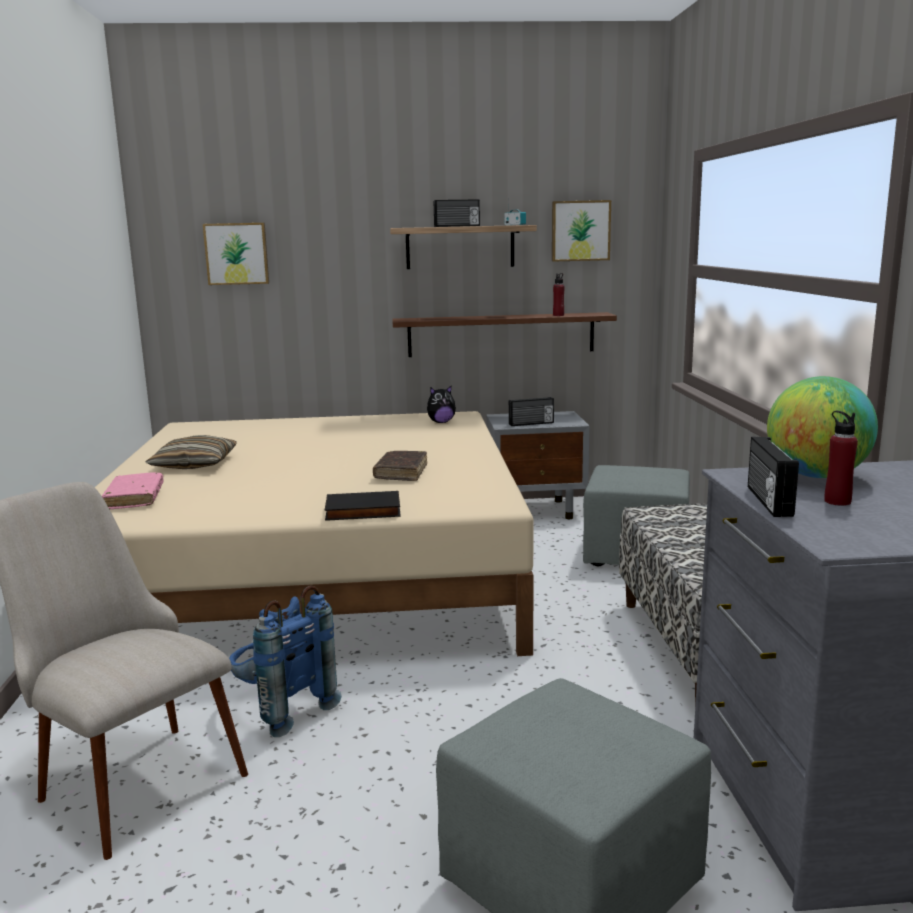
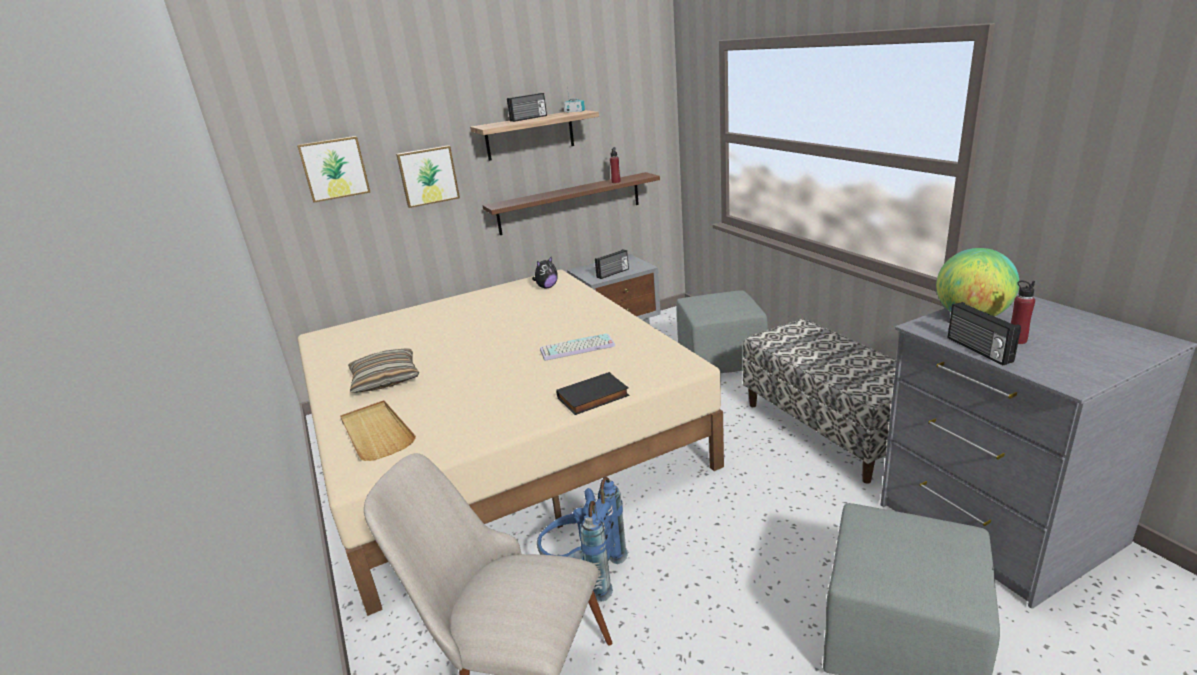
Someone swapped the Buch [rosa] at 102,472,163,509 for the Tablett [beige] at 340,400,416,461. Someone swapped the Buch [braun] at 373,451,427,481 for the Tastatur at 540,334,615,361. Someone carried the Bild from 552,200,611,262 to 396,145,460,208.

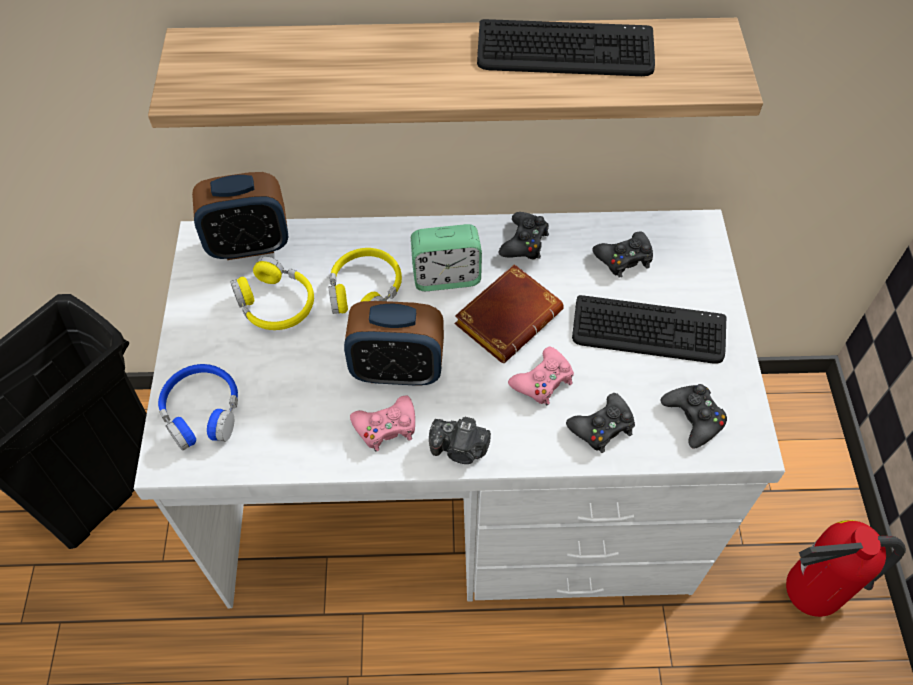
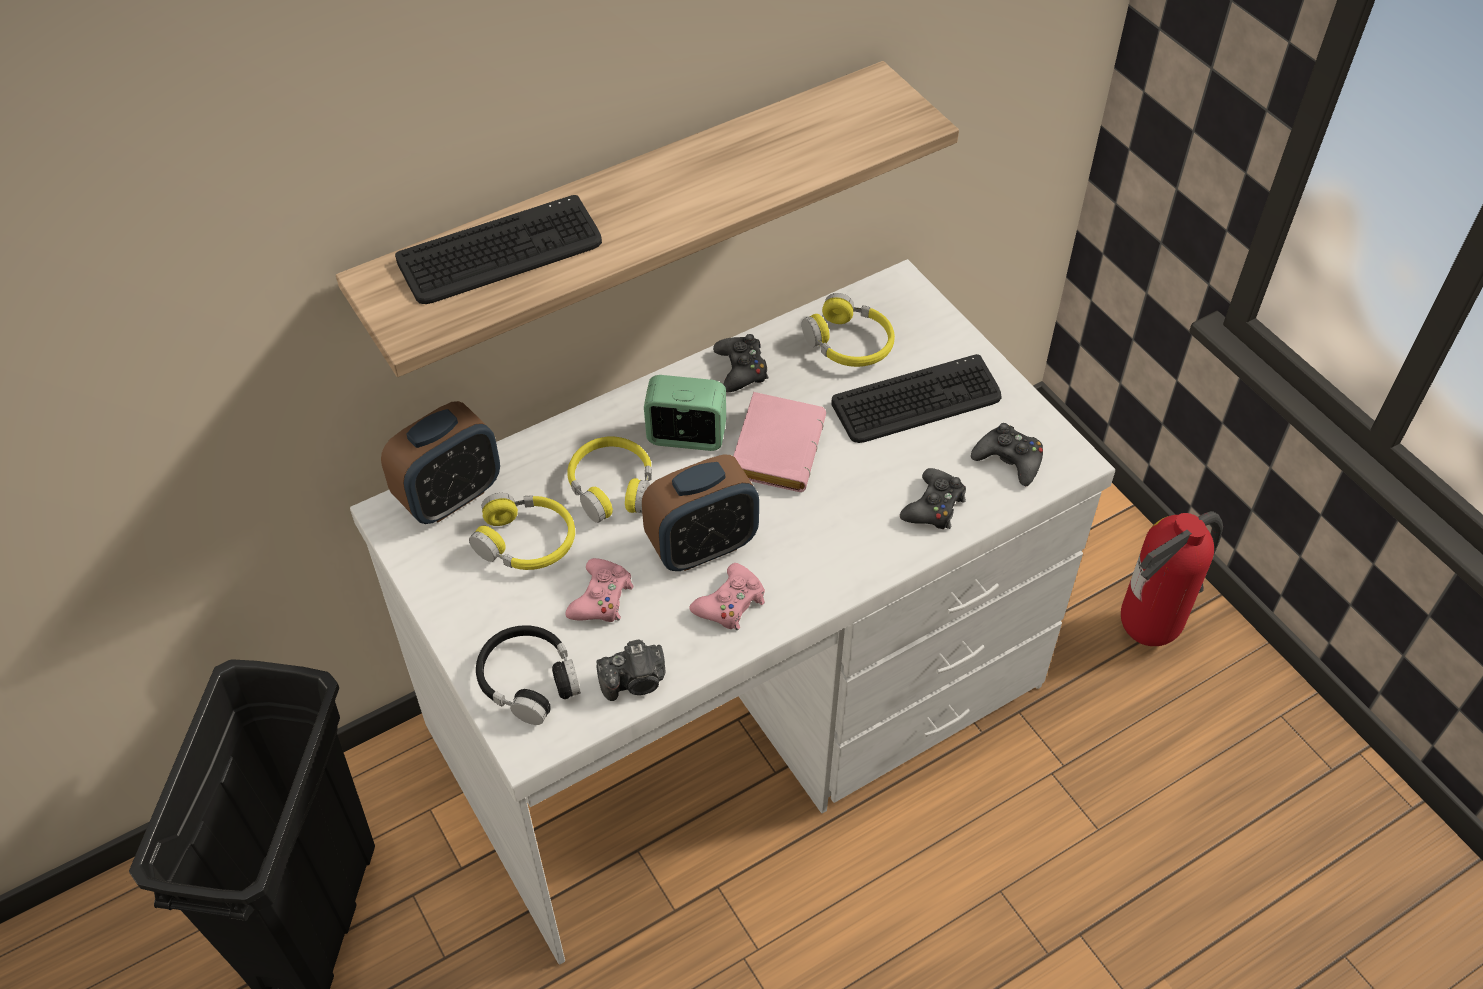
Someone repainted the Kopfhörer [blau] at 158,364,238,451, which became the Kopfhörer [schwarz] at 476,625,581,725. Someone rotated the Wecker at 411,224,482,291 by 135 degrees counterclockwise. Someone carried the Kamera from 429,417,491,464 to 596,639,665,701. Someone repainted the Buch [braun] at 454,264,564,363, which became the Buch [rosa] at 733,392,826,492. Someone carried the Tastatur from 477,19,655,76 to 395,195,602,304. Someone carried the Gamepad [rosa] from 508,347,574,405 to 565,558,633,622. Someone swapped the Gamepad [schwarz] at 592,231,653,278 for the Kopfhörer [gelb] at 802,293,895,367.

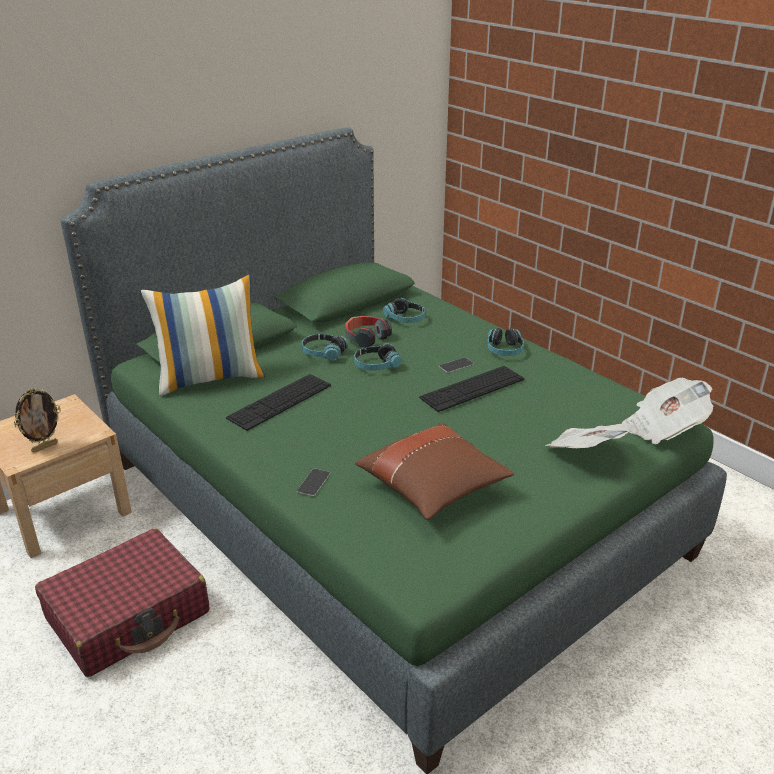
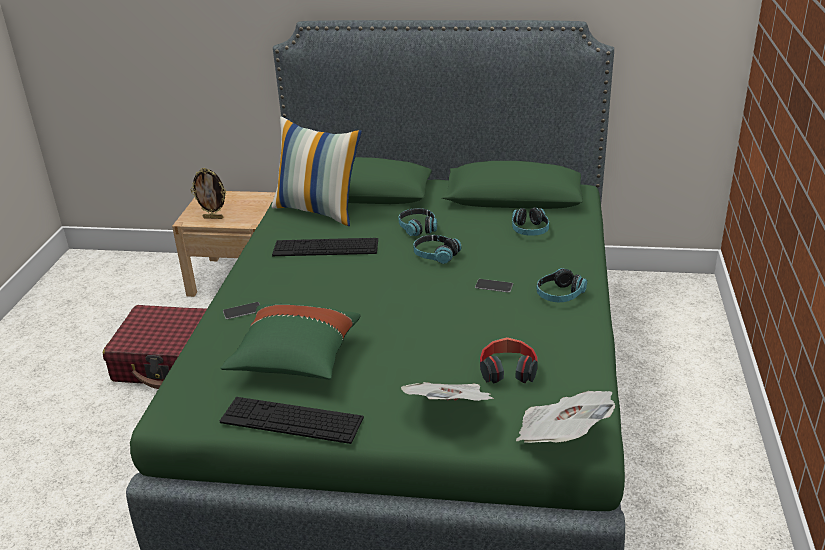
Someone carried the Kopfhörer from 345,316,392,348 to 480,337,538,384. Someone repainted the Kissen [braun] at 355,423,514,520, which became the Kissen [grün] at 221,304,360,380. Someone carried the Tastatur from 419,366,524,412 to 220,397,364,444.

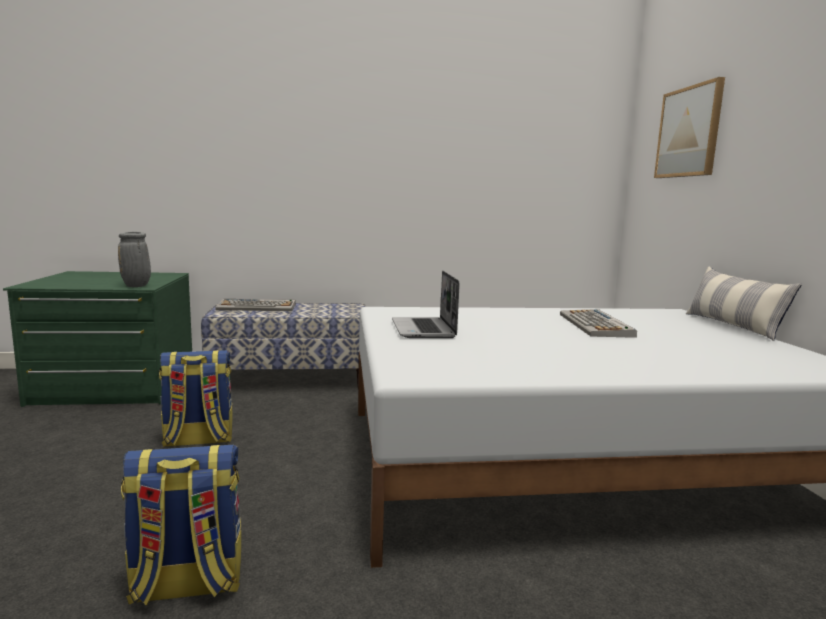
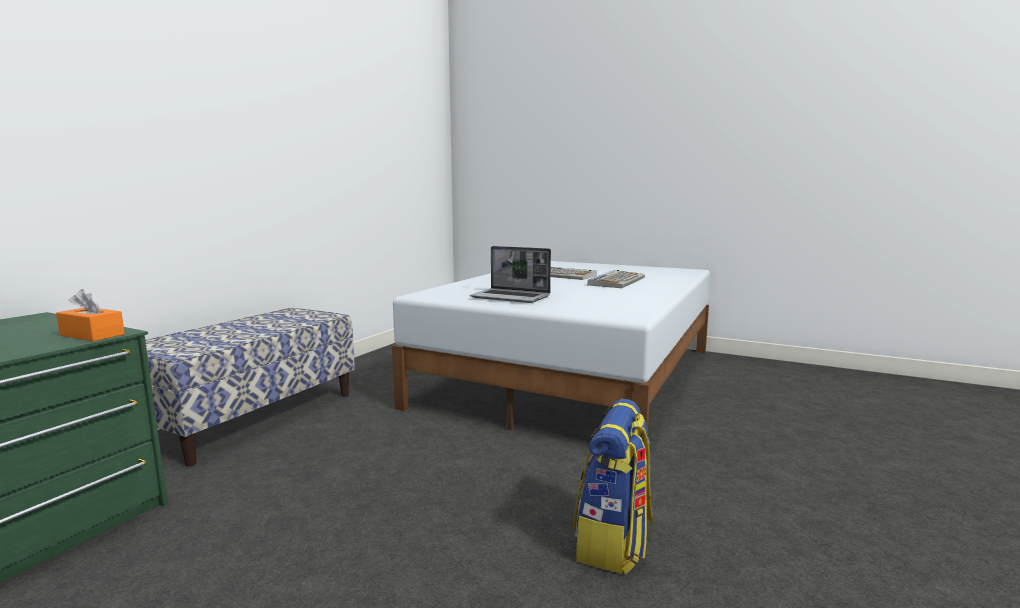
Someone swapped the Vase [grau] at 118,232,151,287 for the Taschentuchbox [orange] at 56,289,125,341. Someone took away the Rucksack at 159,350,232,447. Someone carried the Tastatur from 215,299,296,311 to 587,270,645,288. Someone took away the Bild at 654,77,725,178. Someone took away the Kissen at 686,267,802,341.

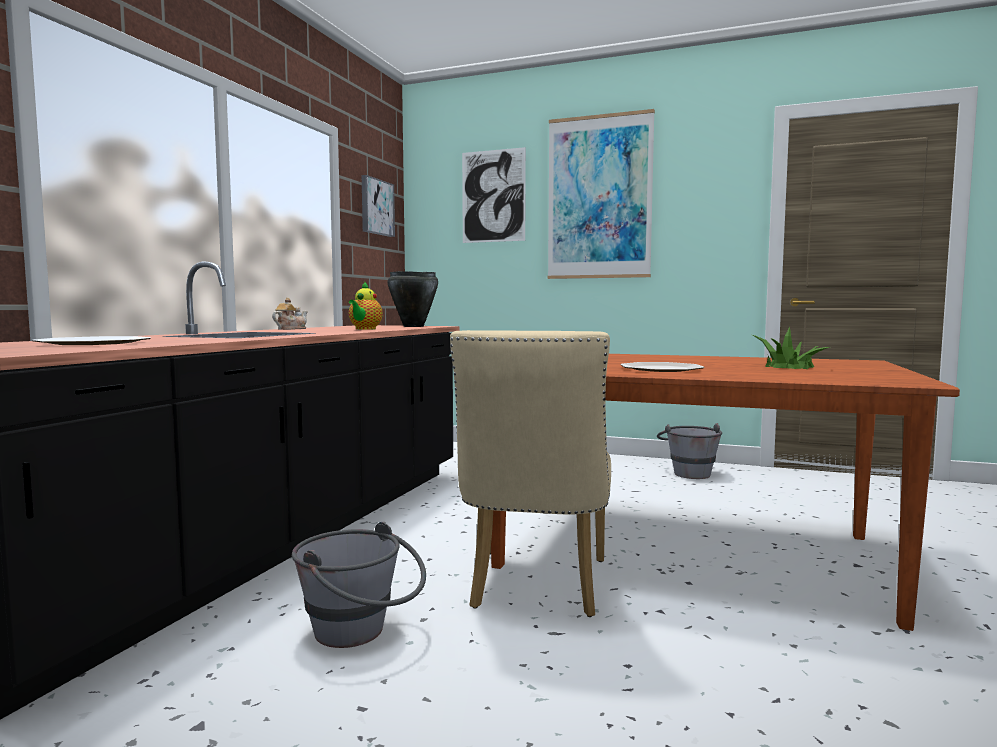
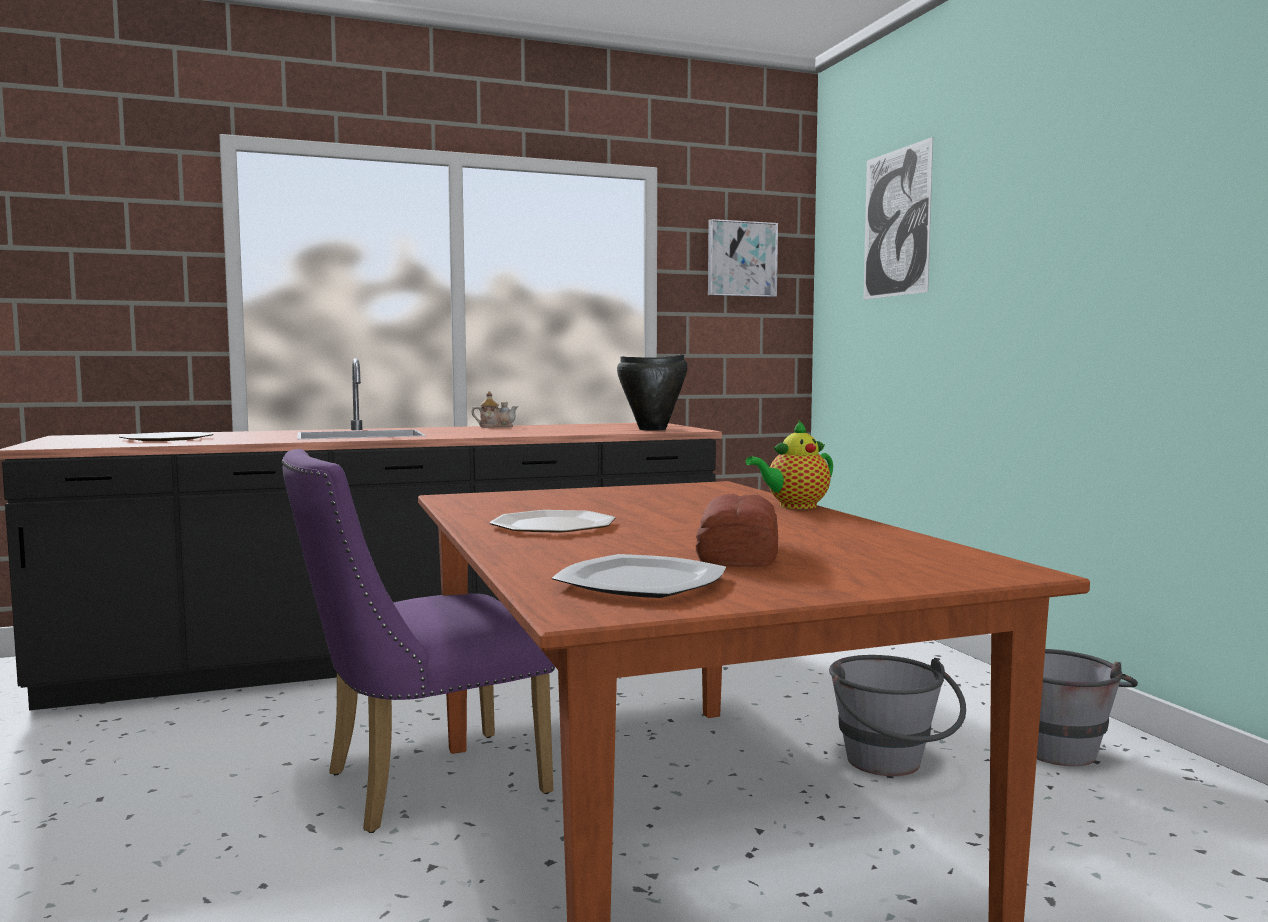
Someone carried the Eimer [grau] from 292,522,426,648 to 829,655,966,776. Someone carried the Teekanne from 349,281,383,330 to 745,420,833,509. Someone repainted the Stuhl [beige] at 450,330,611,617, which became the Stuhl [lila] at 282,449,555,833. Someone took away the Bild at 547,109,655,279. Someone swapped the Topfpflanze at 752,326,830,369 for the Brot at 696,494,778,567. Someone put down the Teller at 552,554,726,598.

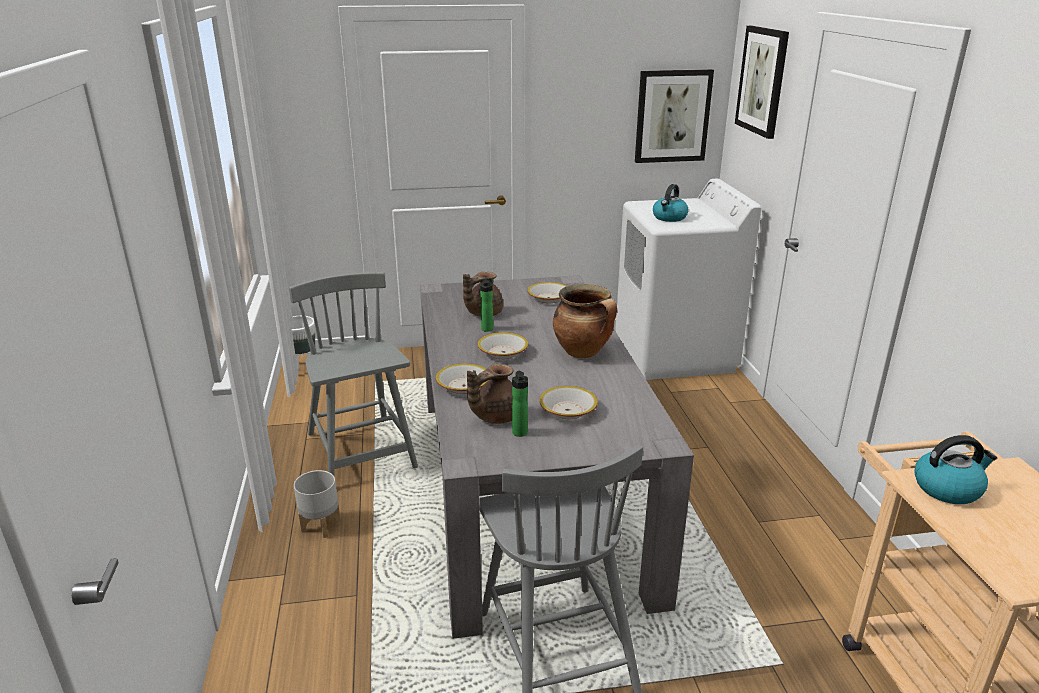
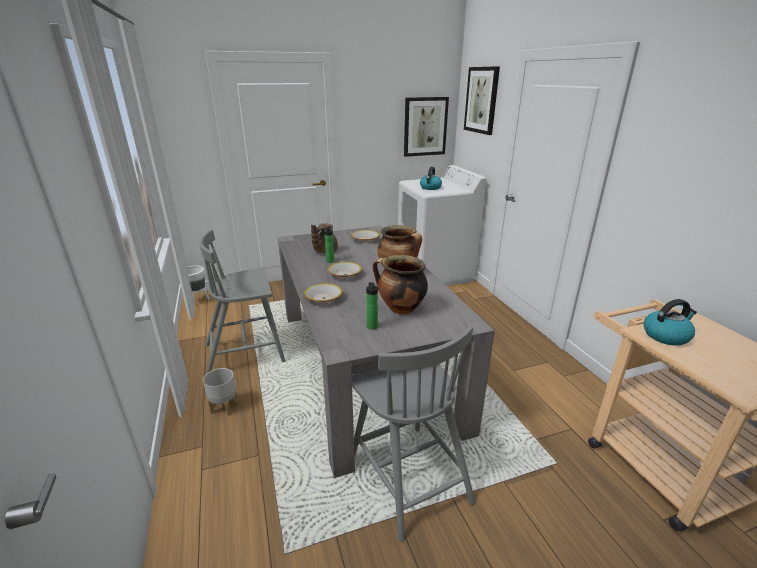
Someone rotated the Stuhl [grau] at 289,272,418,475 by 75 degrees counterclockwise. Someone took away the Teekanne [braun] at 467,364,513,424. Someone swapped the Schüssel at 539,386,598,419 for the Kochtopf at 373,255,428,314.

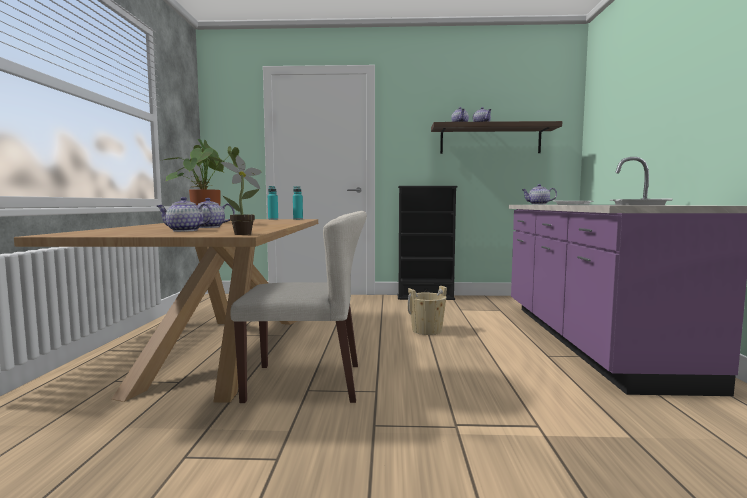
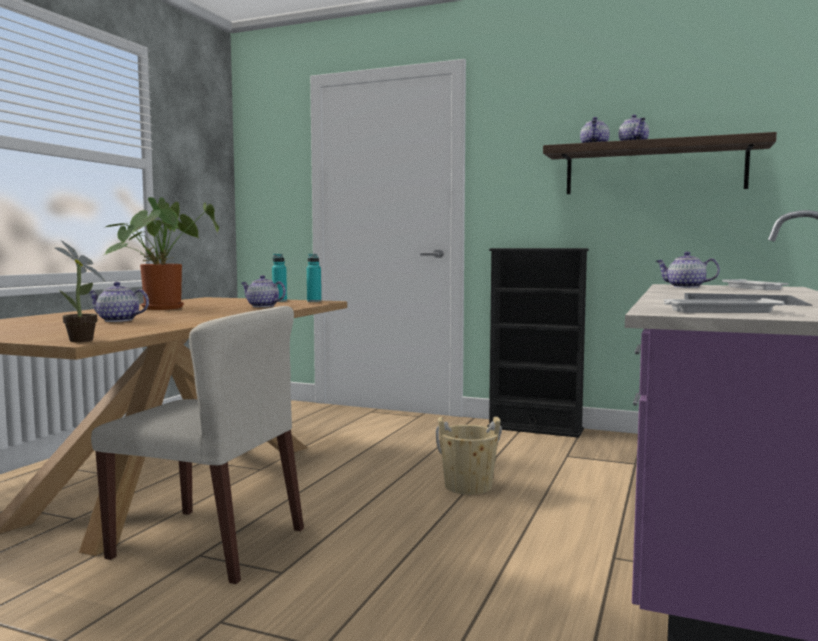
Someone carried the Teekanne from 157,197,213,232 to 241,275,286,307.

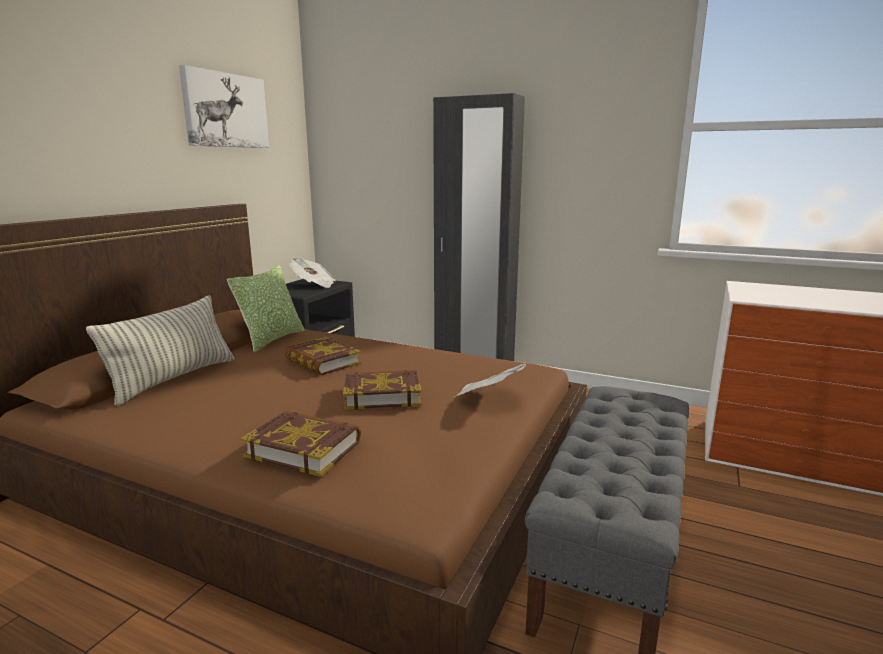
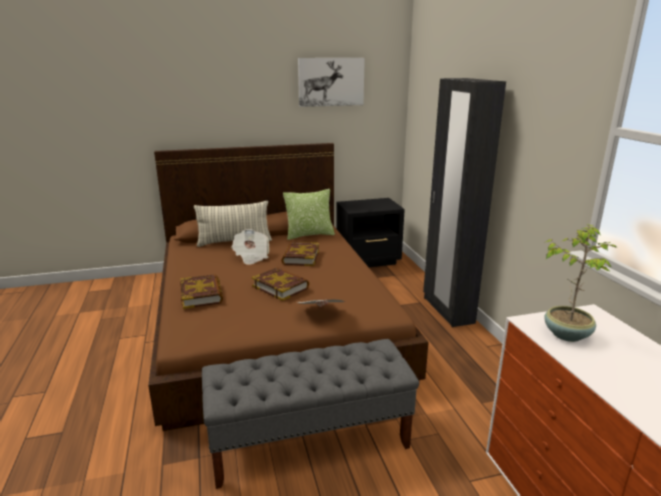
Someone carried the Zeitung from 289,258,336,288 to 232,229,269,265. Someone put down the Topfpflanze at 543,224,617,342.

